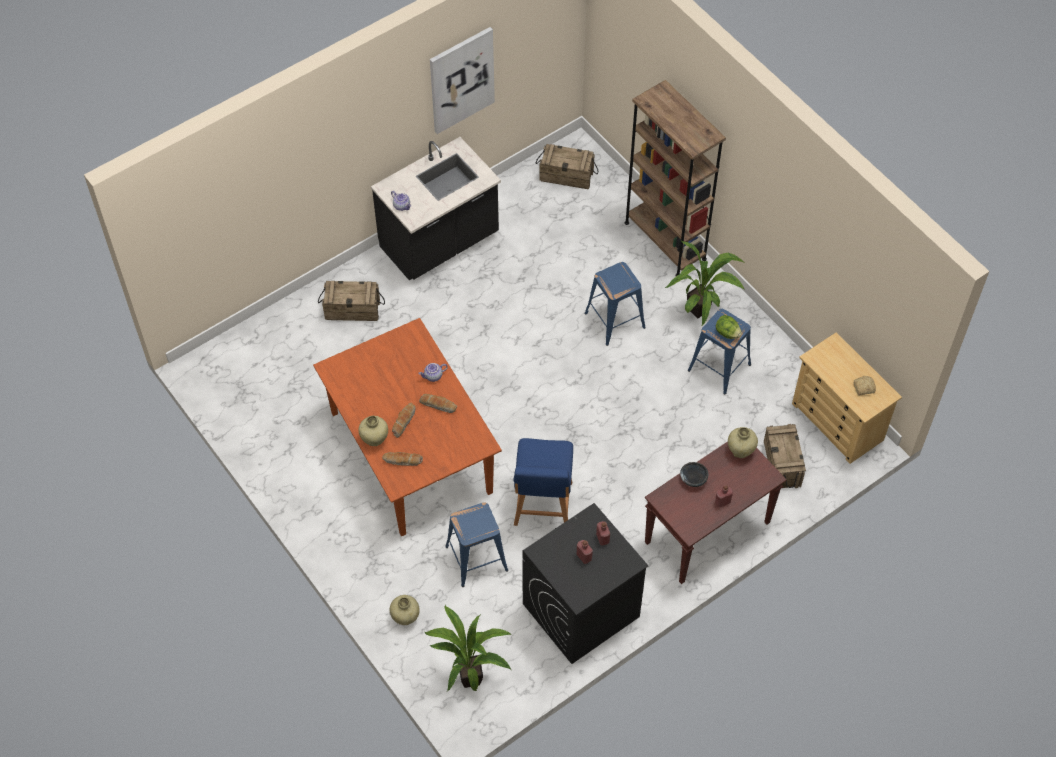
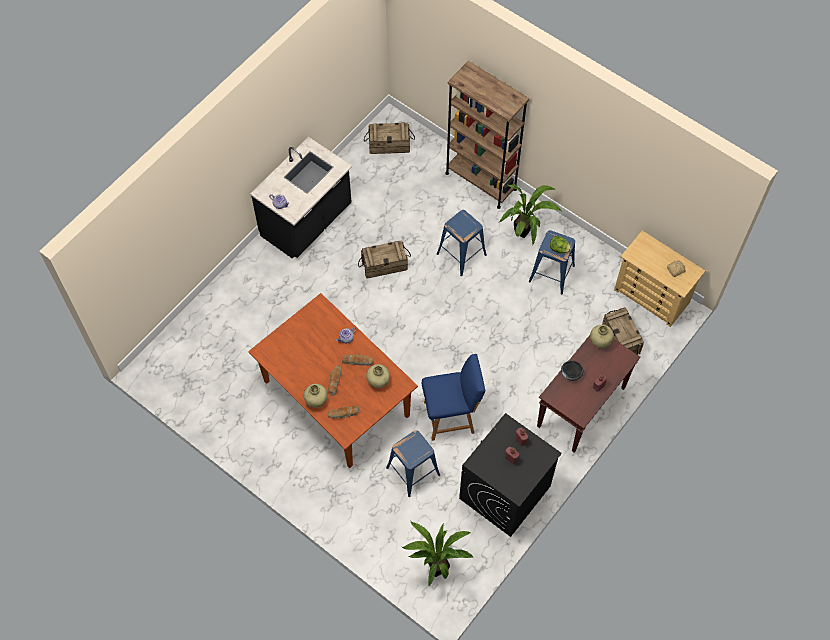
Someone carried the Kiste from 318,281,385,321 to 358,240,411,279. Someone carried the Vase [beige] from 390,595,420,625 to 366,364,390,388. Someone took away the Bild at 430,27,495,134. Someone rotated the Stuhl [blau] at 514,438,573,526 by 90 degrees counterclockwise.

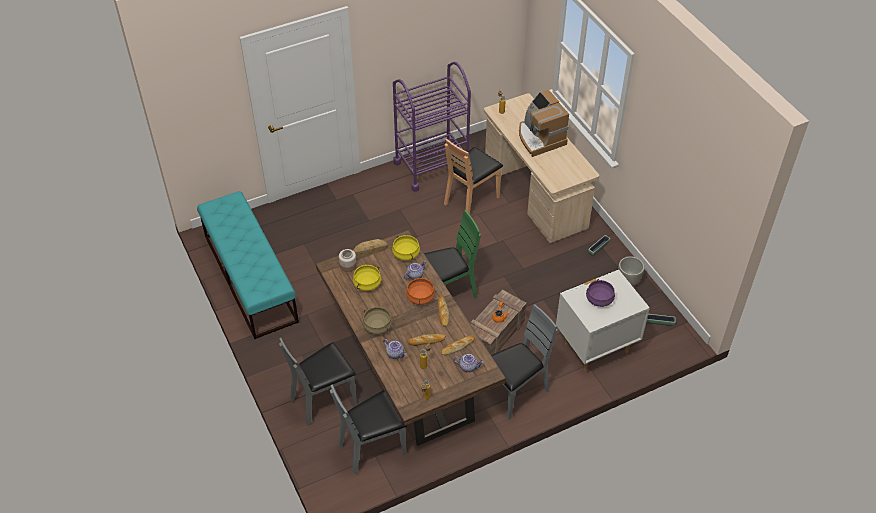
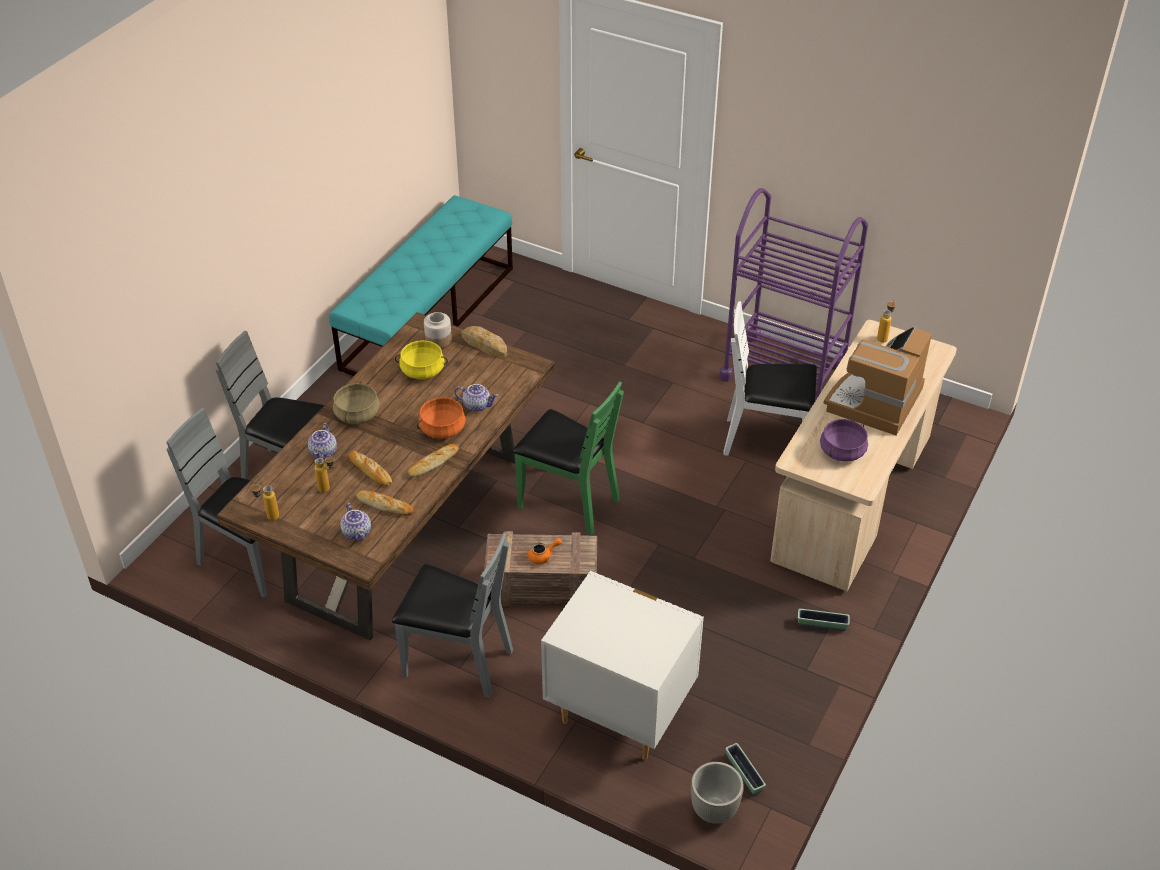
Someone took away the Kochtopf [gelb] at 392,235,420,261. Someone repainted the Stuhl [braun] at 444,138,503,214, which became the Stuhl [weiß] at 723,301,817,456. Someone carried the Kochtopf [lila] from 586,279,615,307 to 820,419,868,462. Someone carried the Pflanzkübel [grau] from 618,256,645,286 to 691,762,744,824.

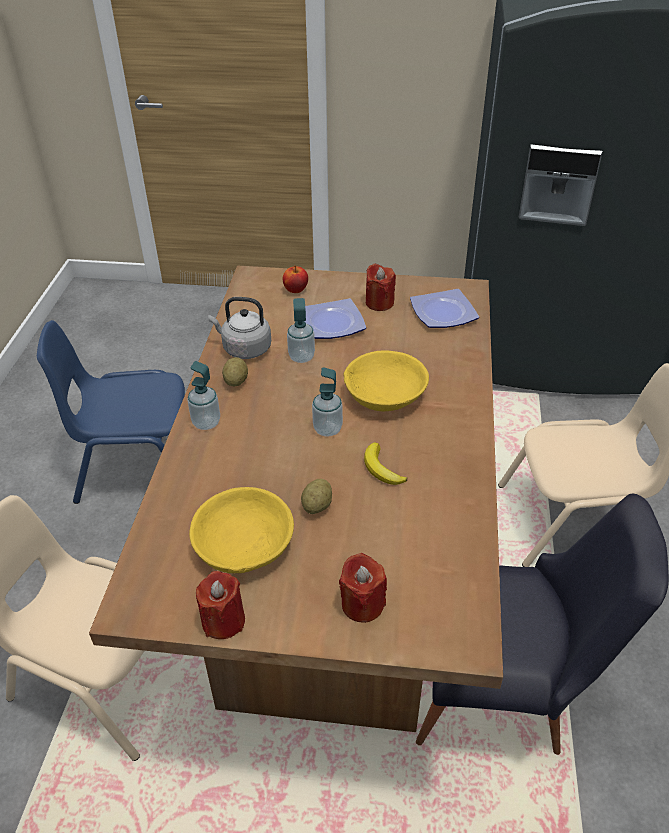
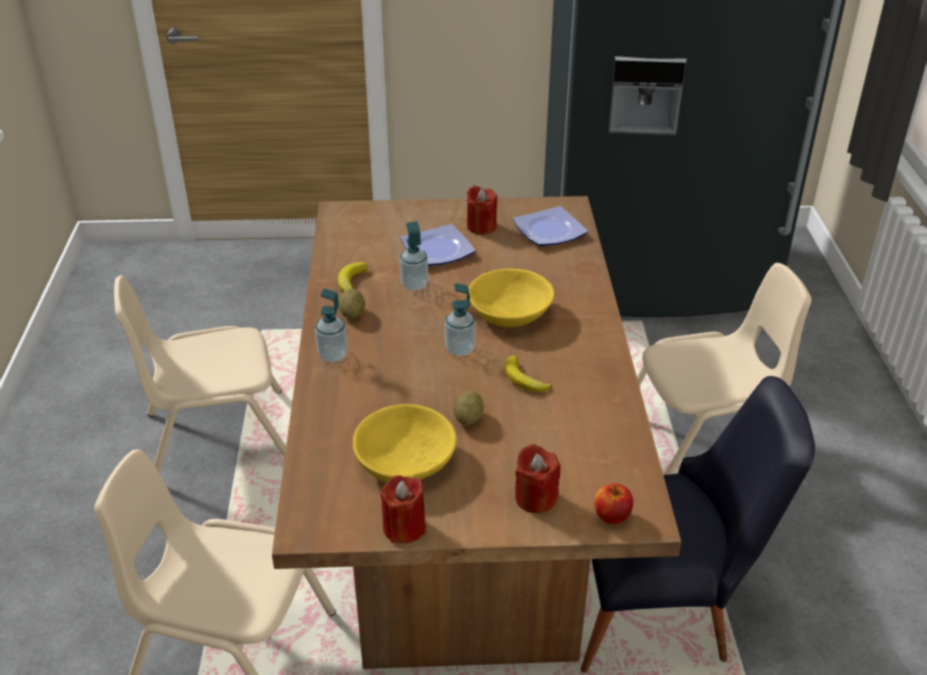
Someone repainted the Stuhl [blau] at 37,320,185,504, which became the Stuhl [beige] at 114,275,286,473. Someone swapped the Wasserkessel [grau] at 208,297,271,359 for the Banane at 337,262,368,292. Someone carried the Apfel from 283,265,308,293 to 594,483,633,524.

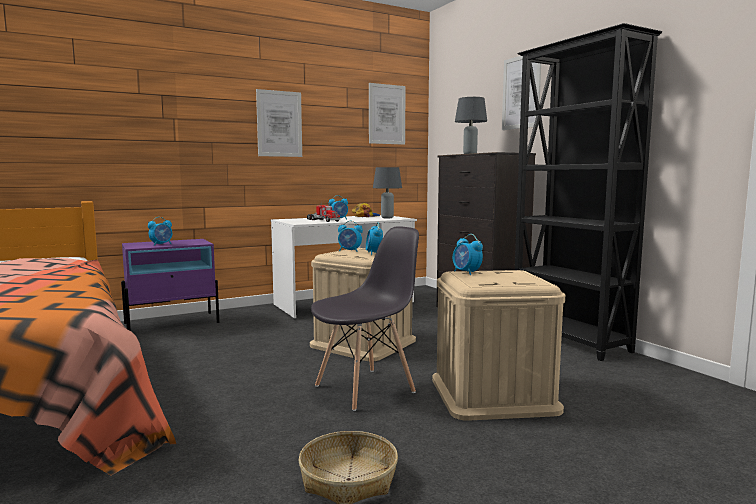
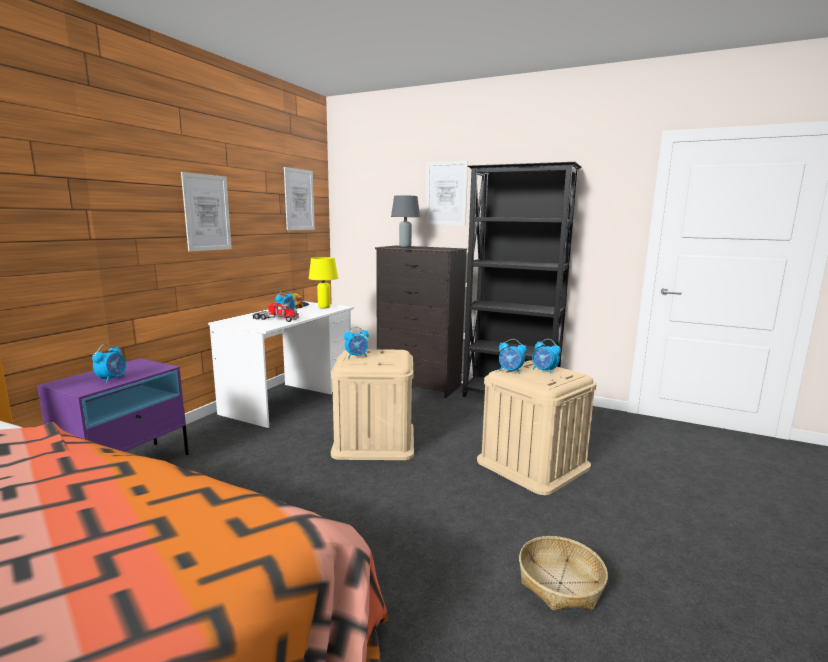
Someone took away the Stuhl [grau] at 311,226,419,411. Someone carried the Wecker from 366,222,383,255 to 532,339,561,374. Someone repainted the Tischlampe [grau] at 373,167,402,218, which became the Tischlampe [gelb] at 309,257,338,309.

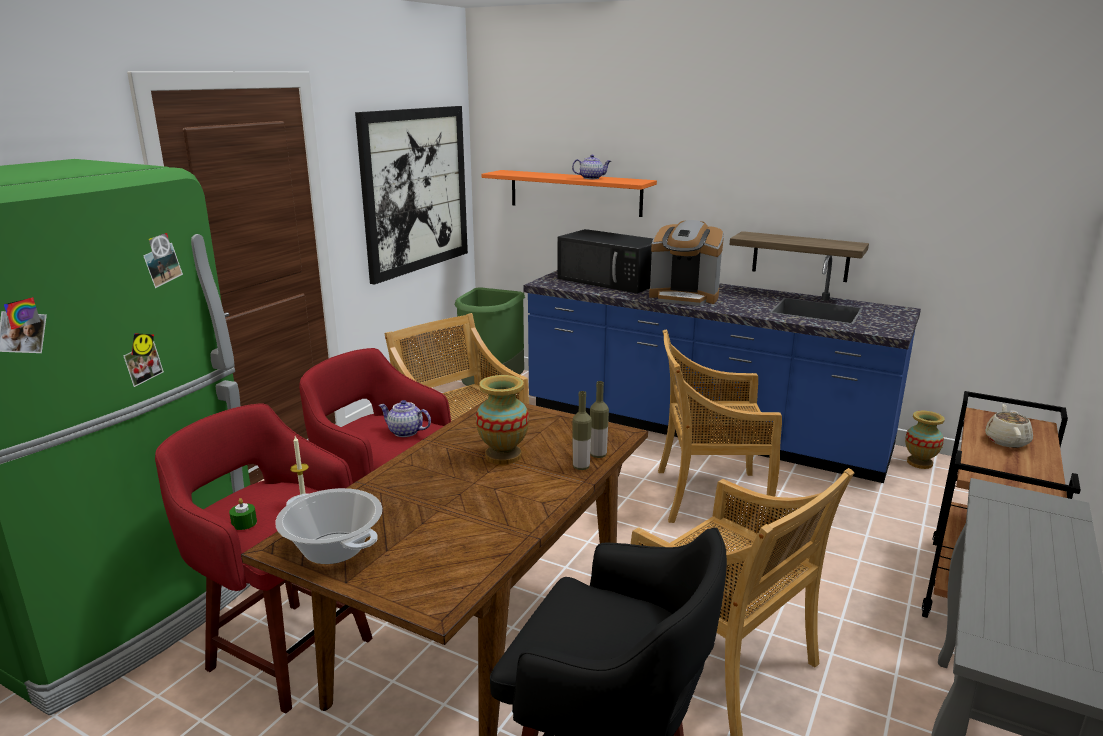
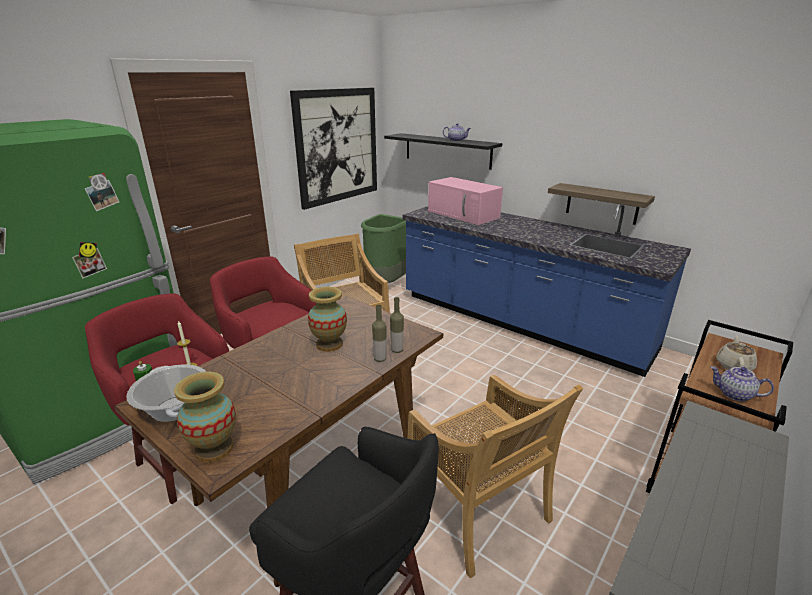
Someone carried the Teekanne from 379,400,431,437 to 710,366,774,401. Someone repainted the Wandregal [orange] at 481,170,657,217, which became the Wandregal [schwarz] at 384,133,502,170. Someone repainted the Mikrowelle [schwarz] at 557,229,653,294, which became the Mikrowelle [rosa] at 428,177,503,225. Someone took away the Kaffeemaschine at 649,220,724,306. Someone took away the Stuhl [beige] at 658,329,782,523. Someone carried the Vase from 905,411,945,469 to 174,371,236,462.

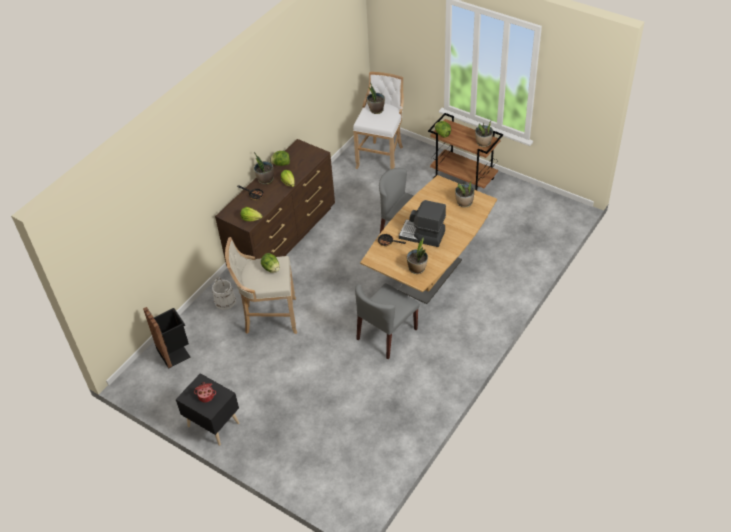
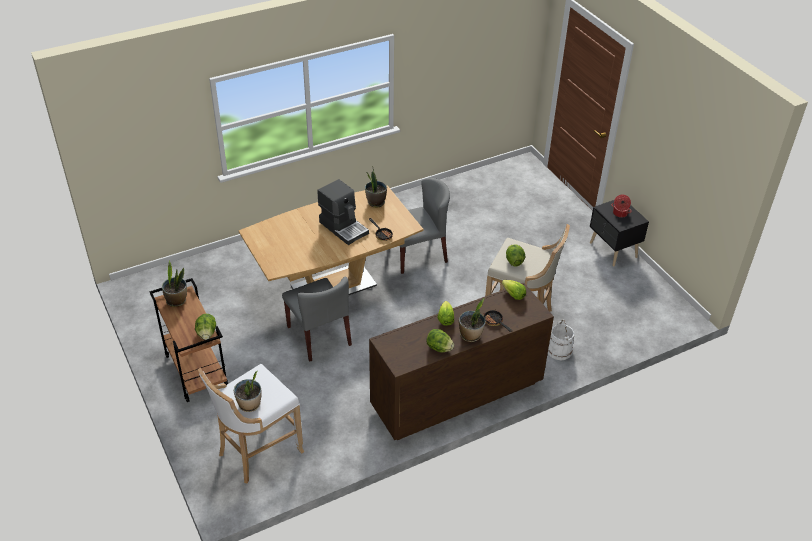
Someone took away the Mülleimer [schwarz] at 143,307,190,369. Someone took away the Topfpflanze at 455,182,474,207.

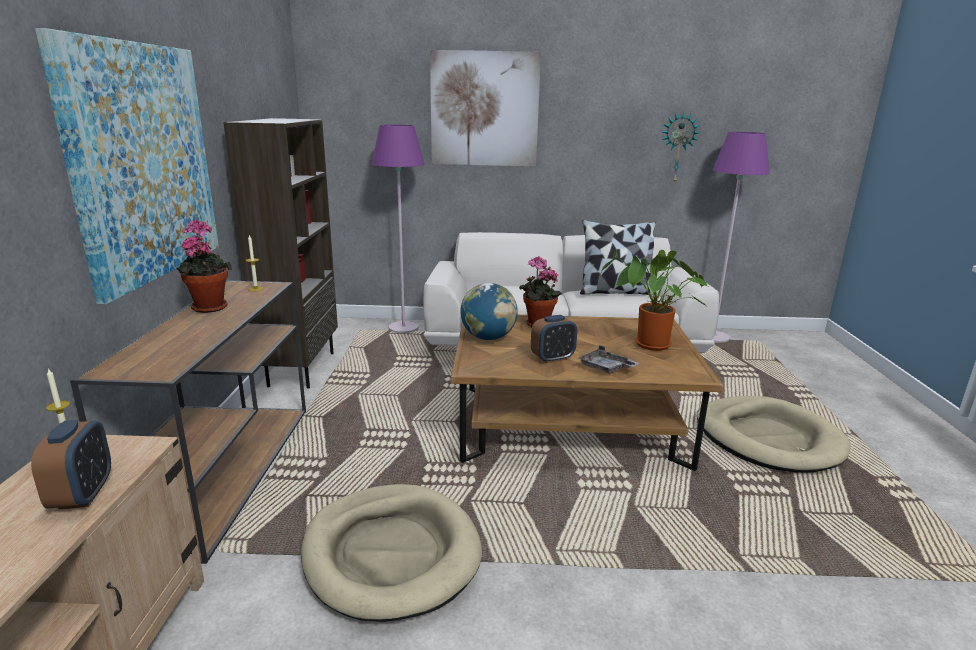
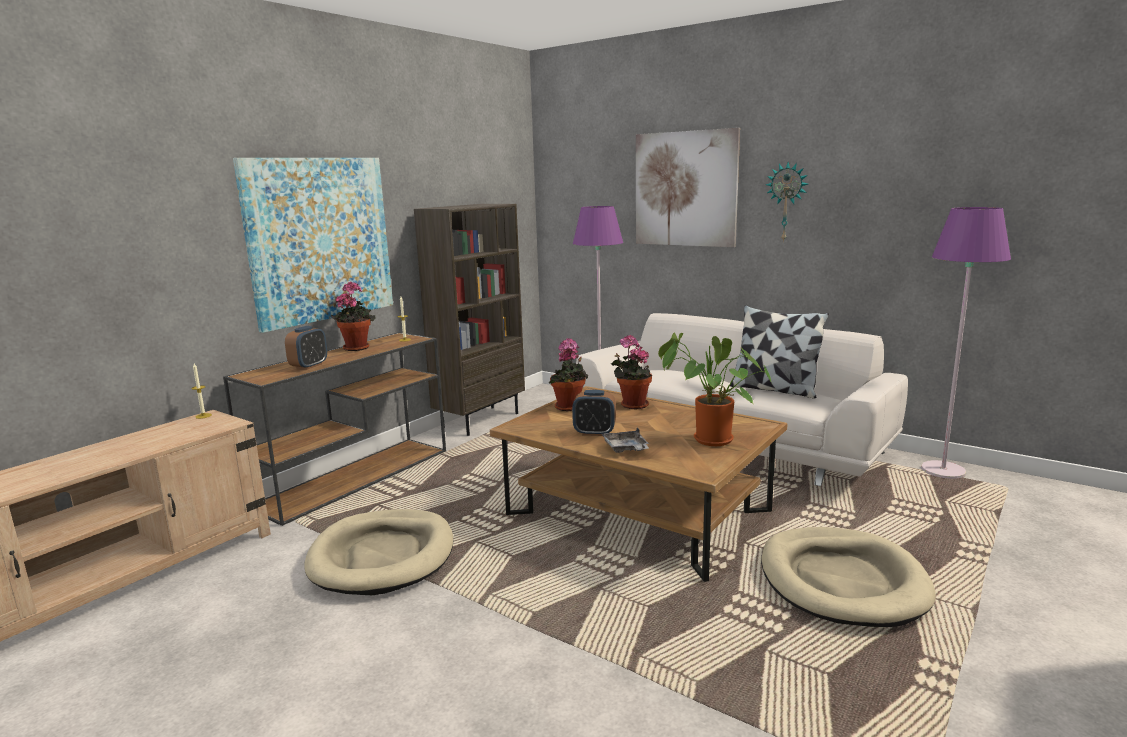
Someone carried the Wecker from 31,420,111,510 to 285,326,327,370. Someone swapped the Globus at 460,283,518,340 for the Topfpflanze at 549,338,588,411. Someone carried the Wanduhr from 662,112,700,184 to 766,162,808,242.

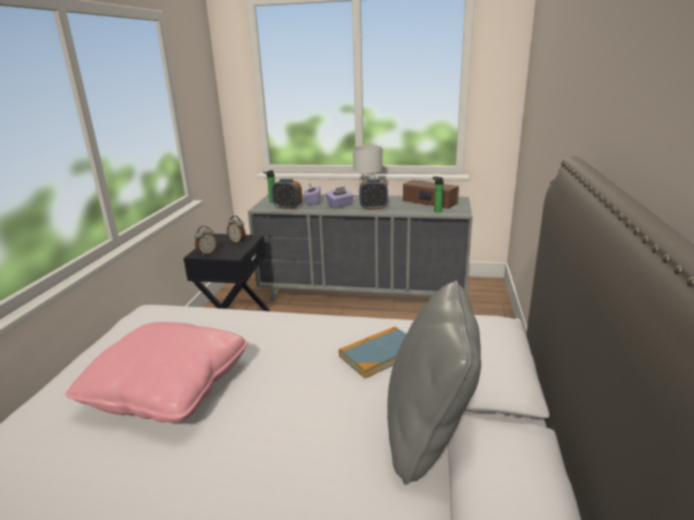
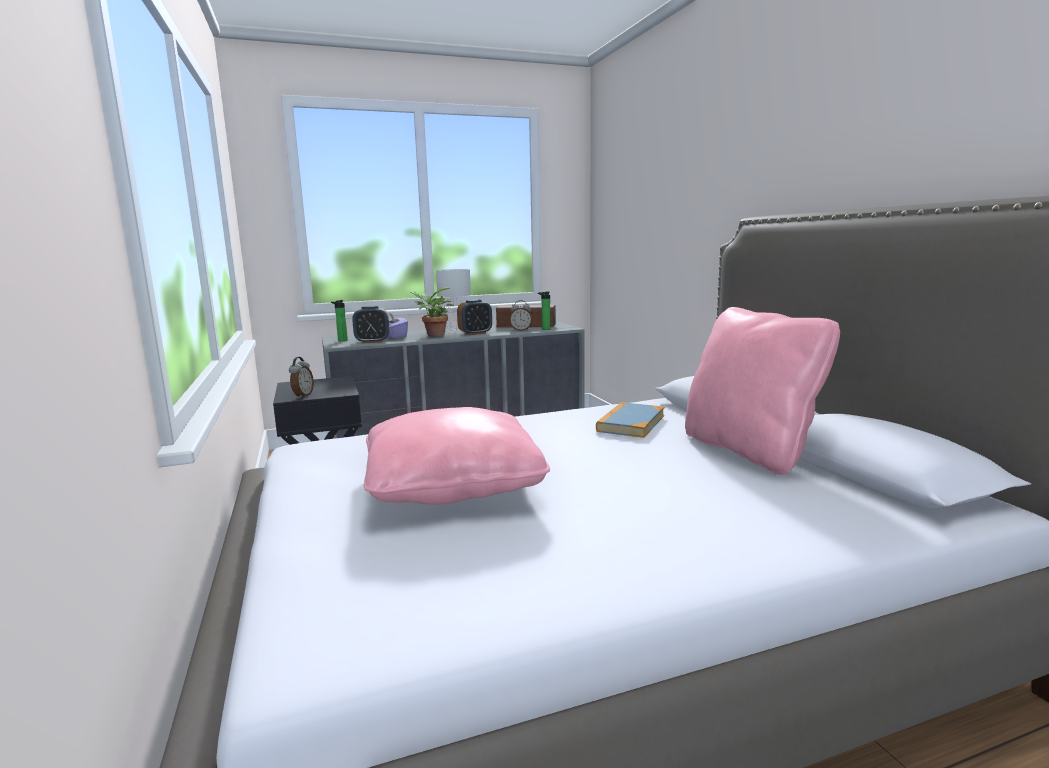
Someone carried the Wecker from 227,216,246,244 to 509,300,533,331. Someone swapped the Taschentuchbox [lila] at 325,186,354,208 for the Topfpflanze at 411,288,453,337. Someone repainted the Kissen [grau] at 387,280,481,485, which became the Kissen [rosa] at 685,307,840,475.

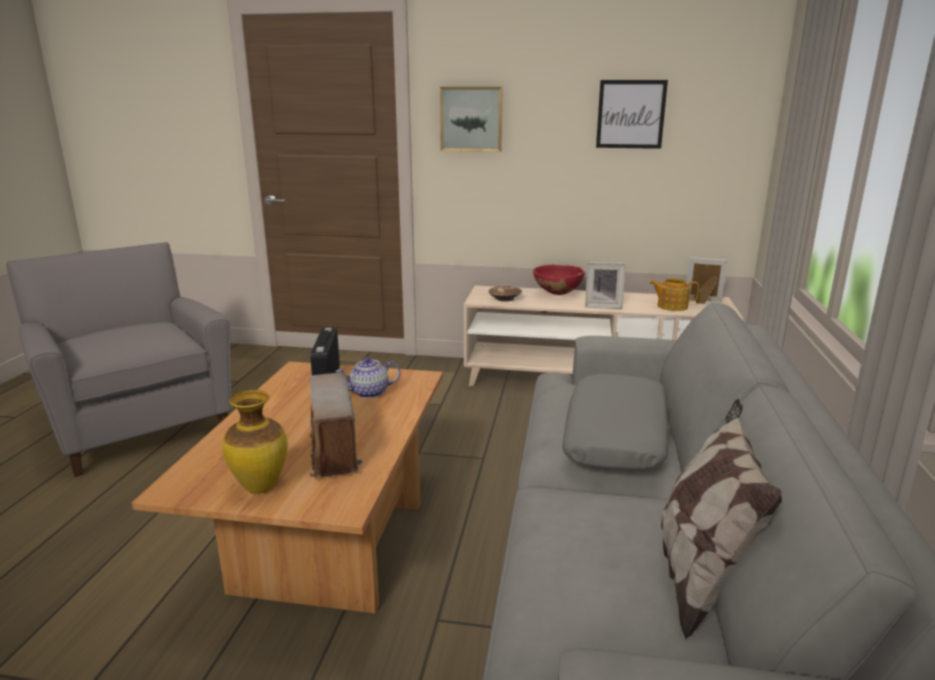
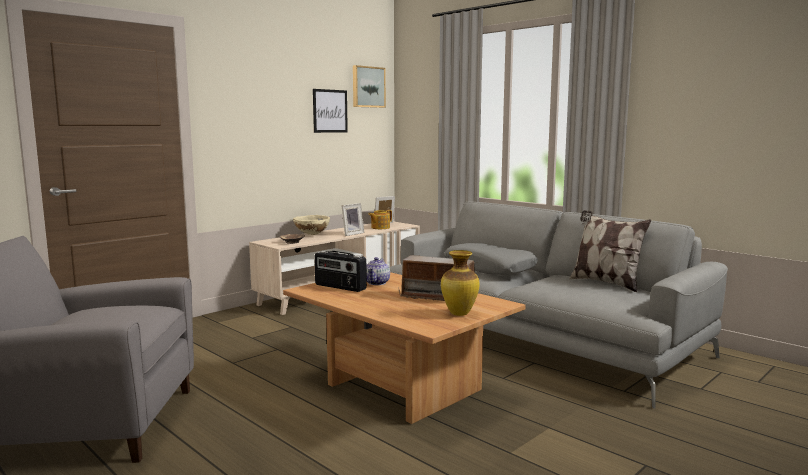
Someone carried the Bild from 440,87,503,152 to 353,65,386,108. Someone repainted the Schüssel [rot] at 533,265,585,295, which became the Schüssel [beige] at 293,215,330,235.

